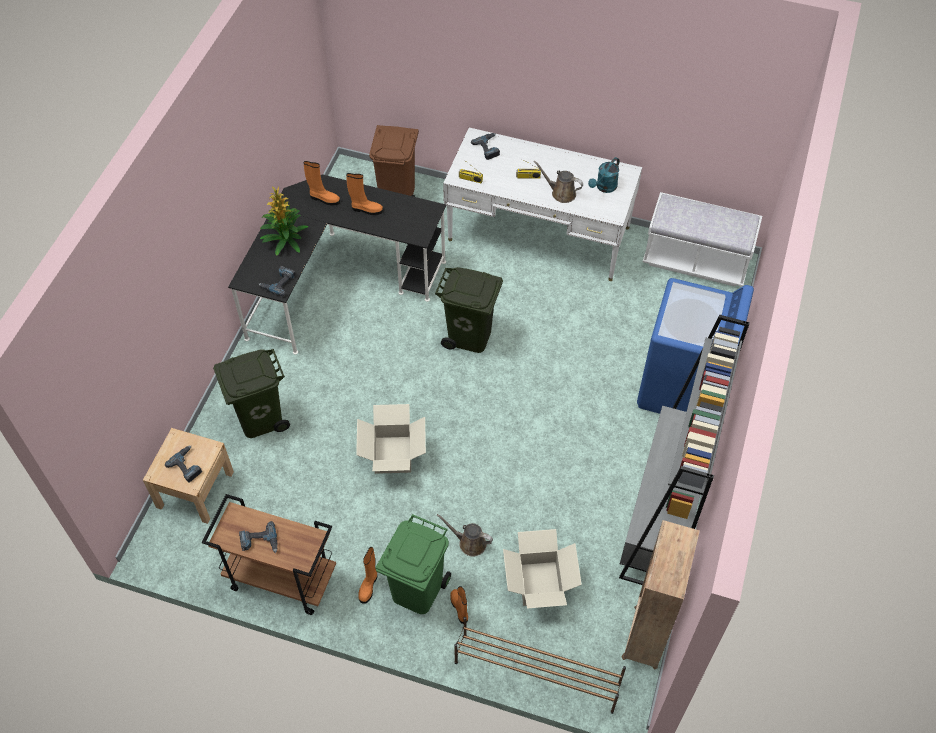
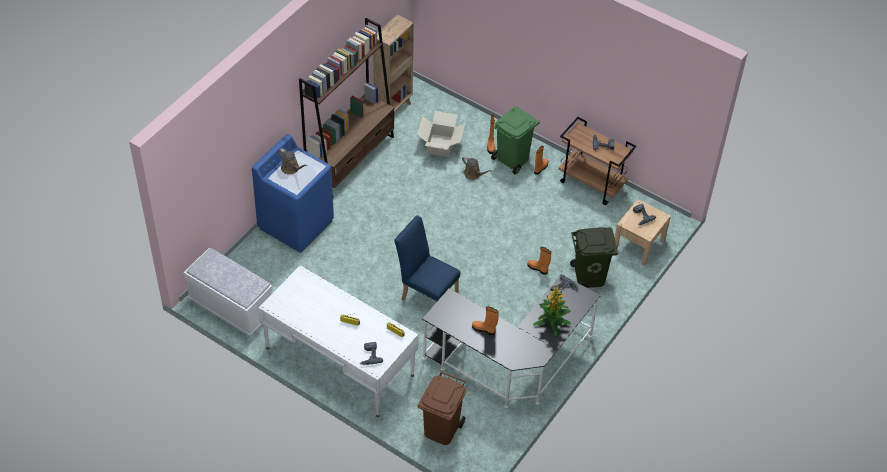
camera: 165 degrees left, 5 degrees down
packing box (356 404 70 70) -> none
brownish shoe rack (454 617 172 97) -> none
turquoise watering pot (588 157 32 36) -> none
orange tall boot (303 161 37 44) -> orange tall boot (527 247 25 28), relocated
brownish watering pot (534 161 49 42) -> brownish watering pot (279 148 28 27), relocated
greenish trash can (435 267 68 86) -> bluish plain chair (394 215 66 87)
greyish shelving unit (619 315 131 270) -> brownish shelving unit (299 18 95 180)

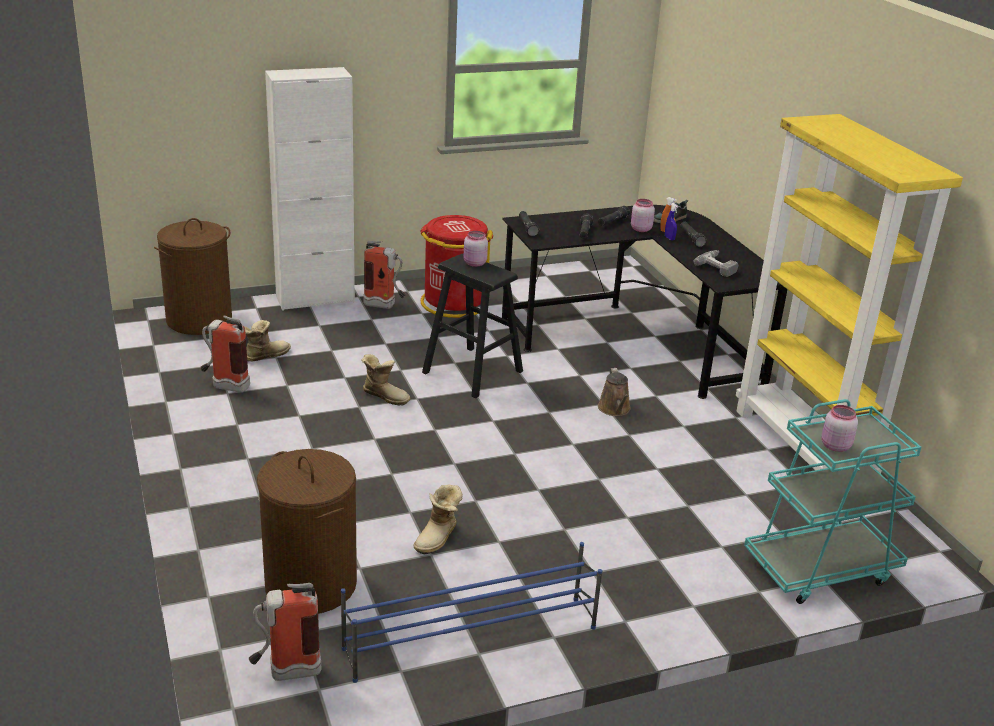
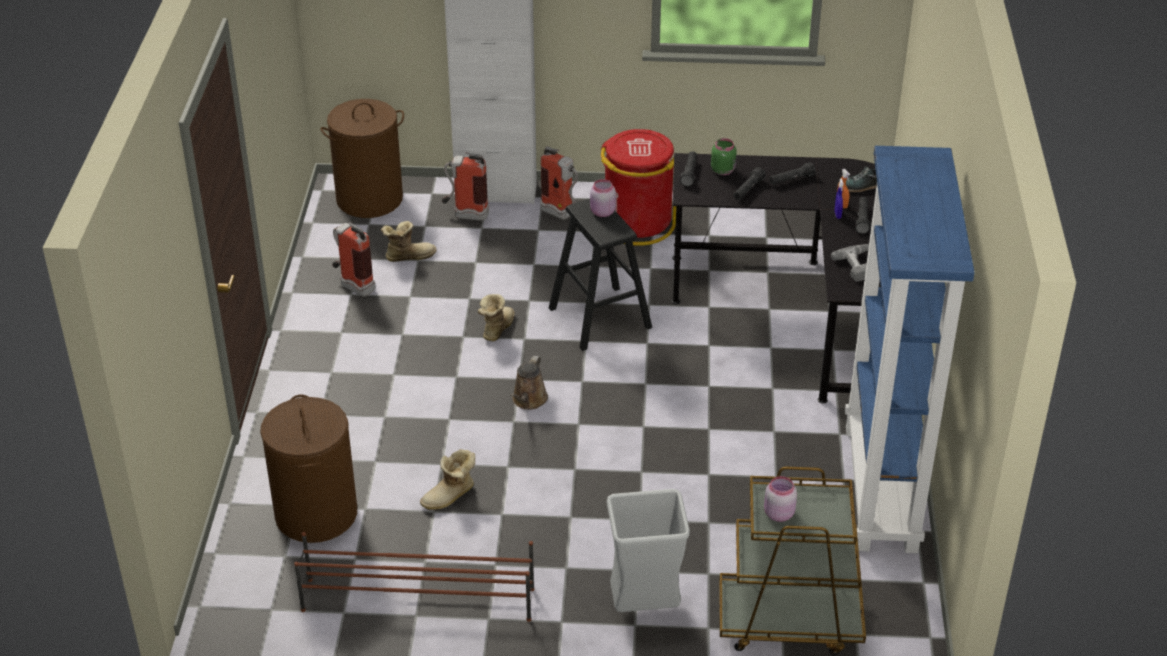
camera: 25 degrees right, 10 degrees up
pinkish storage jar (631 199 24 33) -> none
none -> greyish trash can (607 489 83 123)
none -> greenish storage jar (711 138 26 37)
fire extinguisher (249 583 72 98) -> fire extinguisher (441 152 48 69), relocated
brownish watering pot (598 368 33 48) -> brownish watering pot (510 356 38 54), relocated
bluish shoe rack (341 542 262 141) -> brownish shoe rack (294 532 240 90)
yellow-coloured shelving unit (736 114 227 360) -> bluish shelving unit (845 146 130 407)
turquoise wheeled cart (744 399 177 205) -> brownish wheeled cart (720 467 146 188)
tall boot (361 354 49 52) -> tall boot (477 294 38 47), 120 degrees counterclockwise

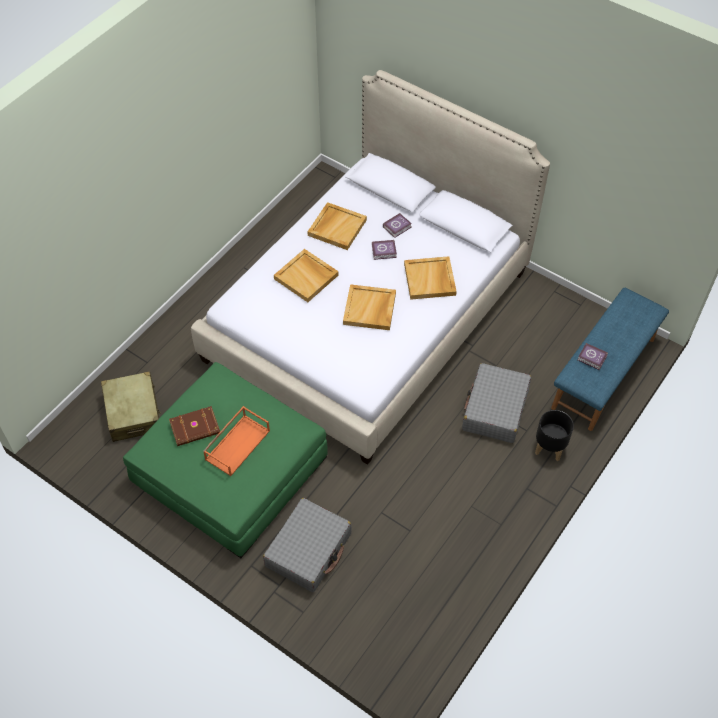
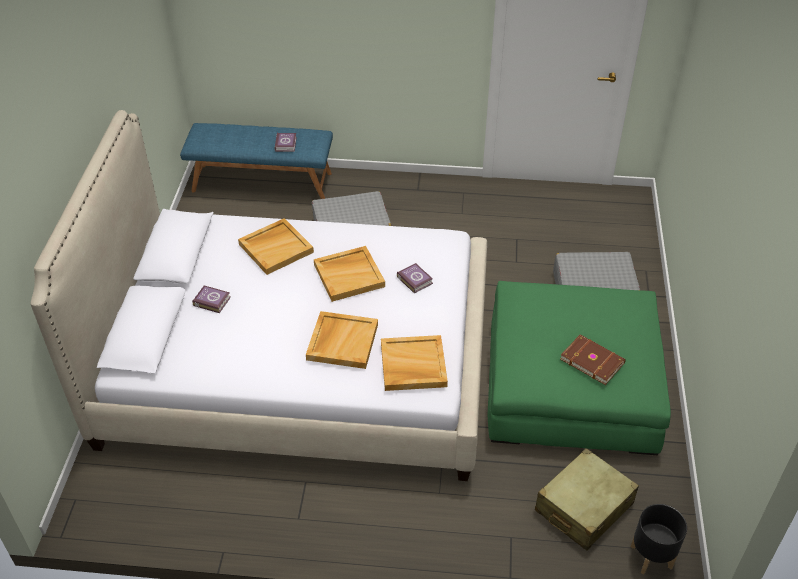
camera: 120 degrees left, 10 degrees down
orange serving tray (203 406 67 70) -> none
beige-coloured serving tray (307 202 60 48) -> beige-coloured serving tray (381 335 67 56), relocated
book (372 240 25 20) -> book (397 263 36 31), relocated
black-coloured flower pot (535 410 39 51) -> black-coloured flower pot (631 504 56 70), relocated

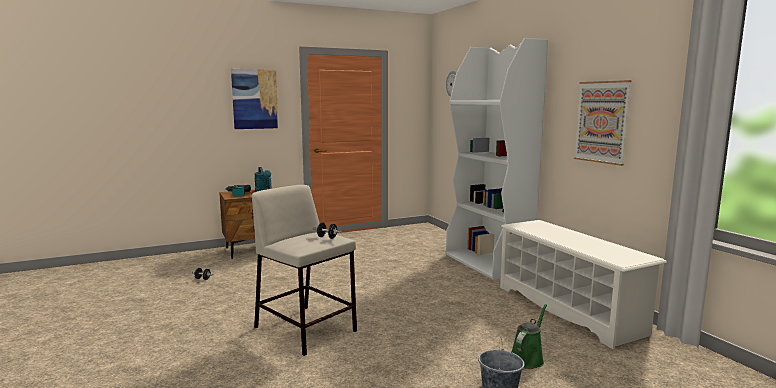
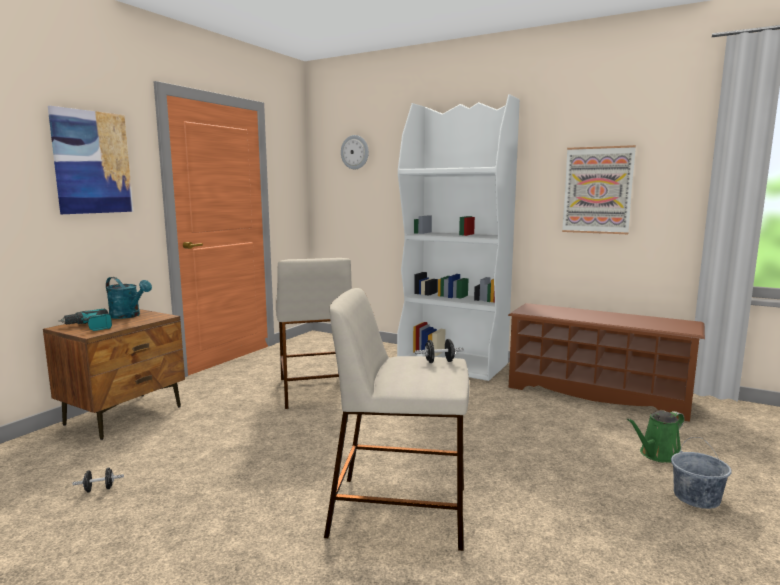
camera: 35 degrees left, 0 degrees up
none -> beige-coloured sitting stool (276 258 76 151)
white shoe rack (500 220 167 129) -> brownish shoe rack (508 303 197 119)
greenish watering pot (511 304 36 65) -> greenish watering pot (627 411 57 51), 120 degrees counterclockwise

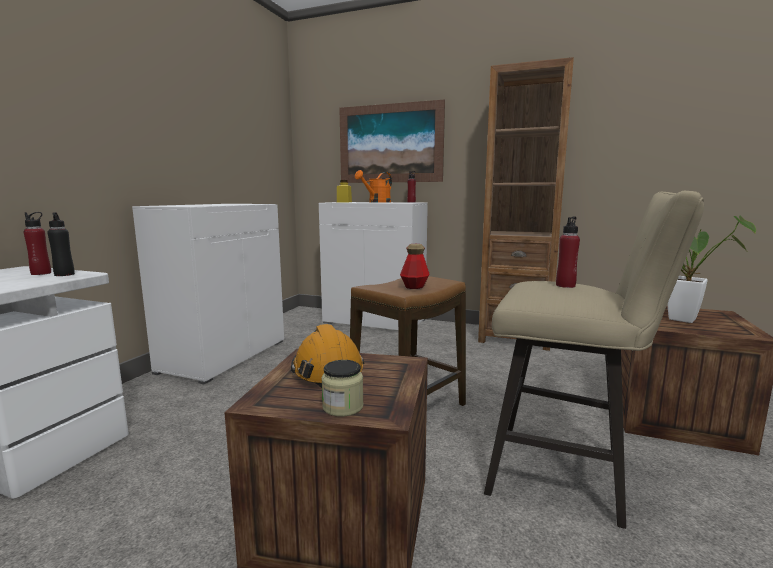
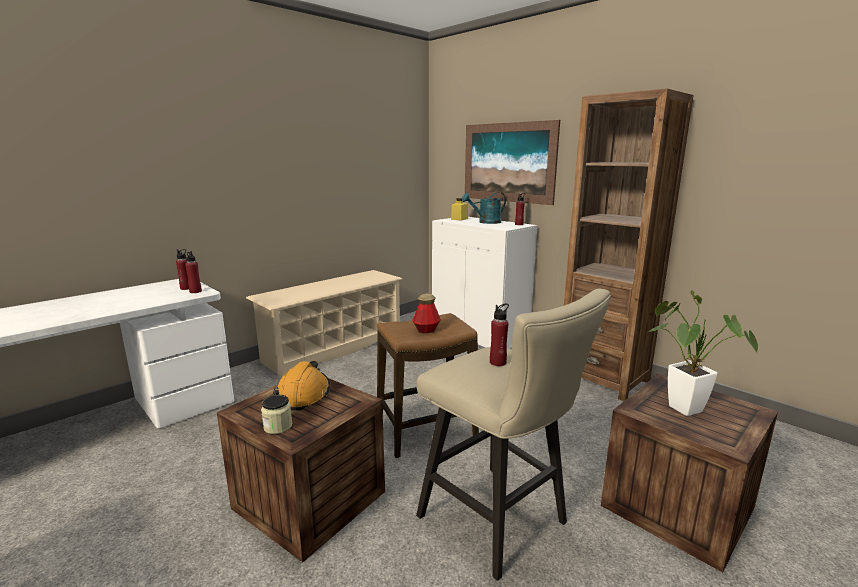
camera: 25 degrees right, 5 degrees up
white cupboard (132 204 152 180) -> beige-coloured shoe rack (246 270 156 109)
black-coloured drink bottle (47 212 28 64) -> red-coloured drink bottle (185 251 17 42)
orange watering pot (355 170 37 33) -> turquoise watering pot (462 192 44 32)

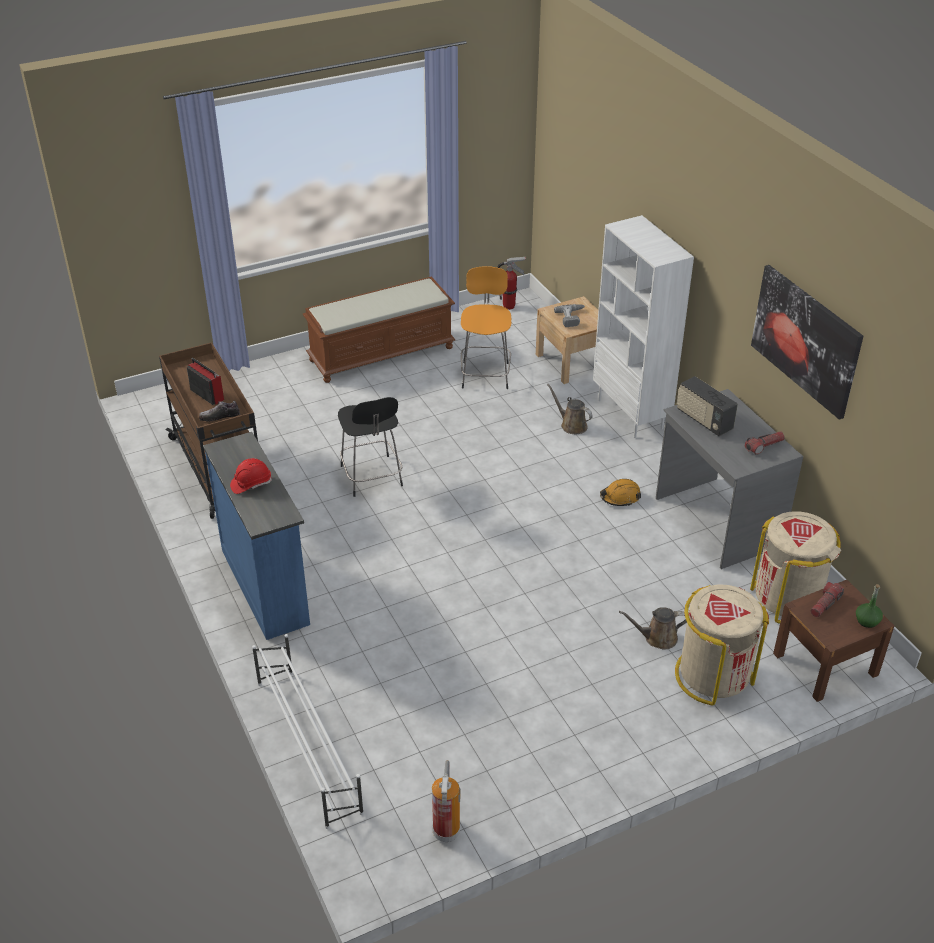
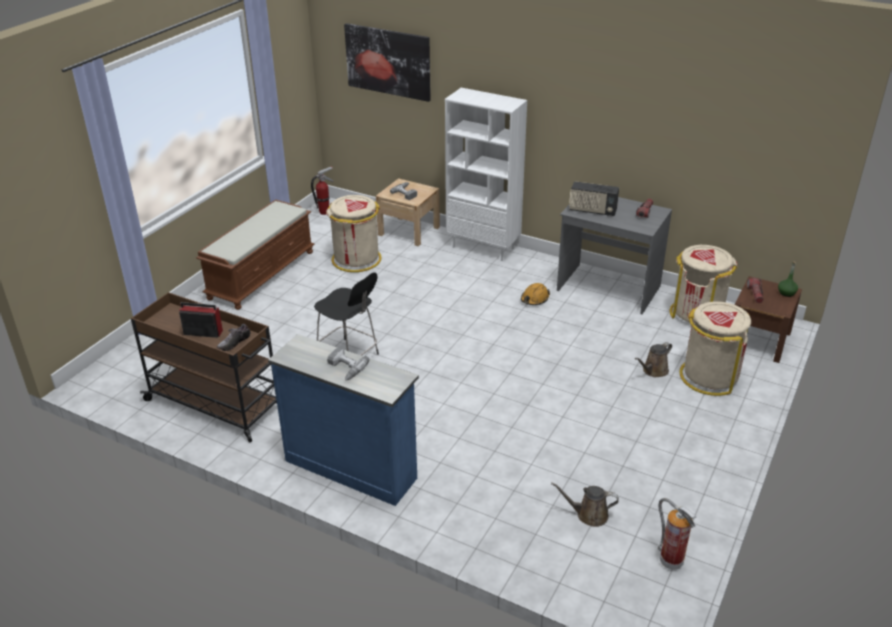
camera: 35 degrees left, 5 degrees down
white shoe rack (252 634 112 195) -> none
brownish watering pot (547 384 46 50) -> brownish watering pot (551 482 68 45), relocated
wall picture (751 265 113 155) -> wall picture (344 23 87 79), relocated
red-coloured work helmet (230 458 42 36) -> drill (327 348 43 33)
orange sitting stool (461 266 50 123) -> beige-coloured trash can (326 195 56 77)

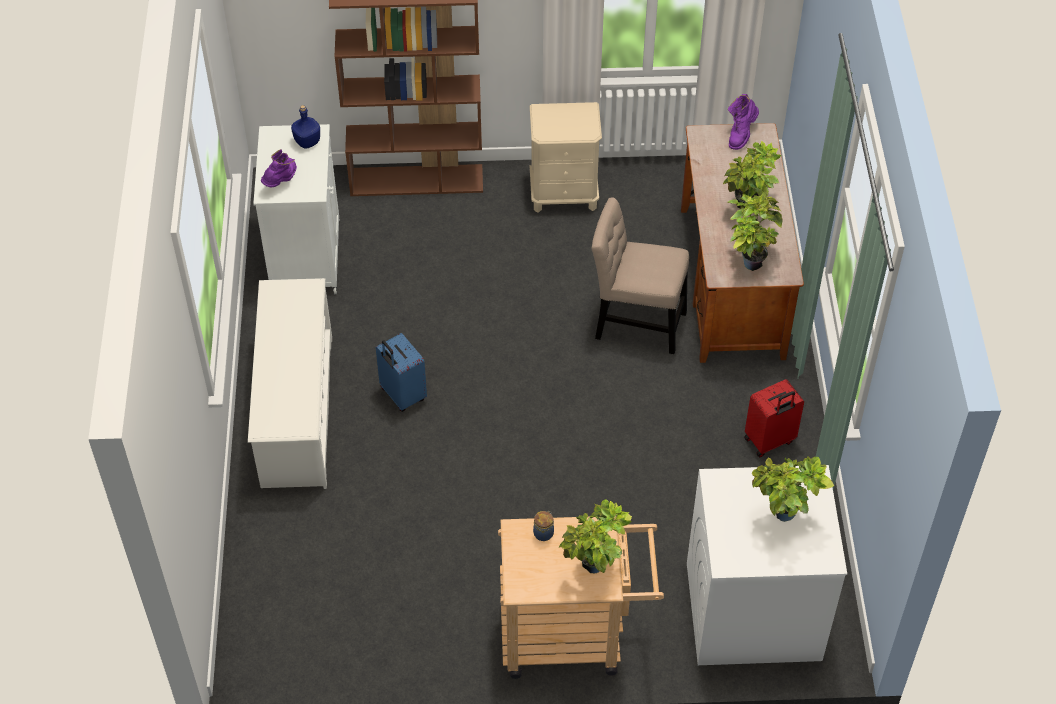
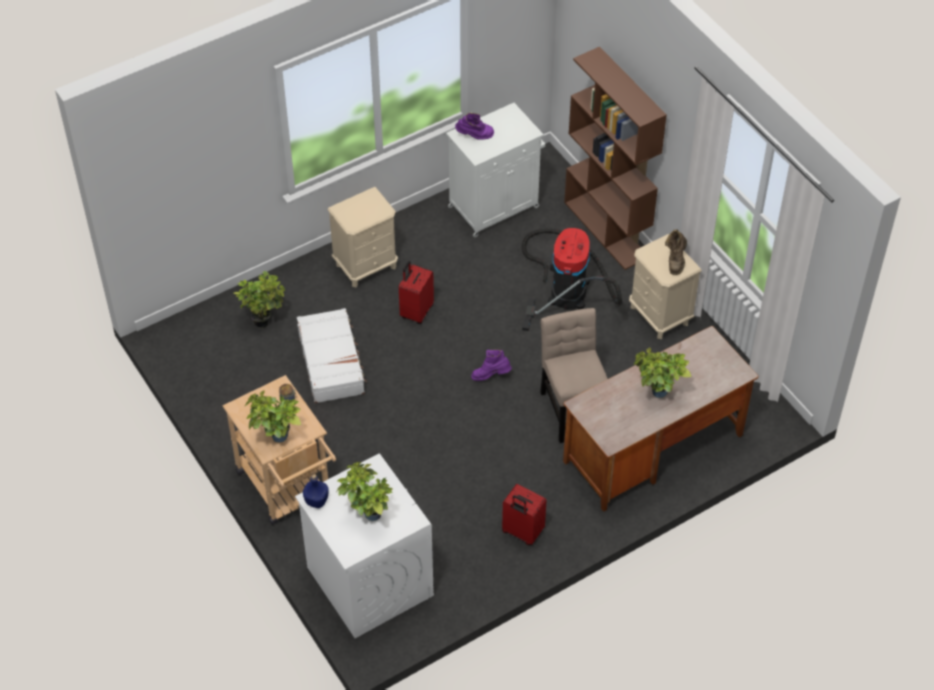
camera: 60 degrees right, 0 degrees up
none -> white suitcase (297 308 70 95)
none -> vacuum (522 228 100 103)
none -> brownish tall boot (665 229 22 46)
bluish drink bottle (291 105 29 44) -> bluish drink bottle (303 474 26 34), relocated
plant in a pot (727 191 56 80) -> plant in a pot (233 271 52 57), relocated
purplish tall boot (728 94 31 56) -> purplish tall boot (471 349 41 32), relocated
white shoe rack (248 278 84 211) -> beige-coloured nightstand (327 187 71 101)
bluish suitcase (376 333 51 79) -> red-coloured suitcase (399 261 35 63)

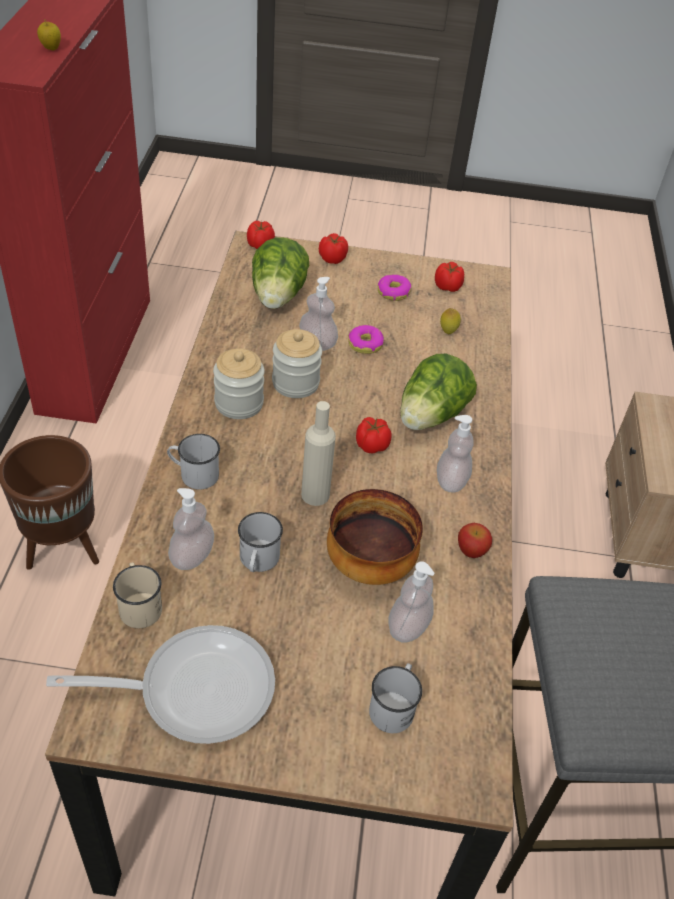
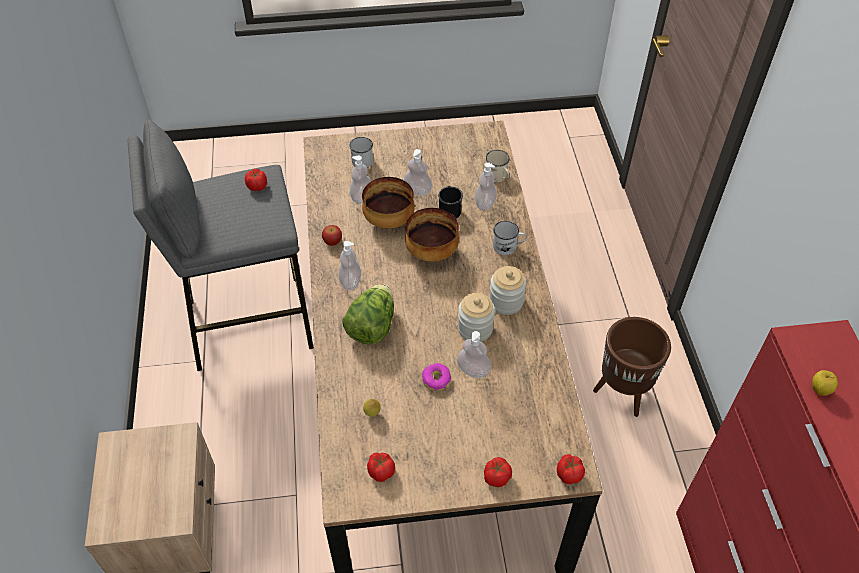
camera: 170 degrees right, 5 degrees up
skillet (46 625 229 119) -> none
lettuce (252 237 57 72) -> none
doughnut (378 275 33 26) -> none
none -> soap bottle (404 149 28 47)
whole tomato (356 417 35 36) -> whole tomato (245 169 22 22), relocated
beige-coloured drink bottle (301 401 35 105) -> bowl (405 208 54 54)
white tea mug (238 512 45 60) -> black-coloured tea mug (438 186 25 32)

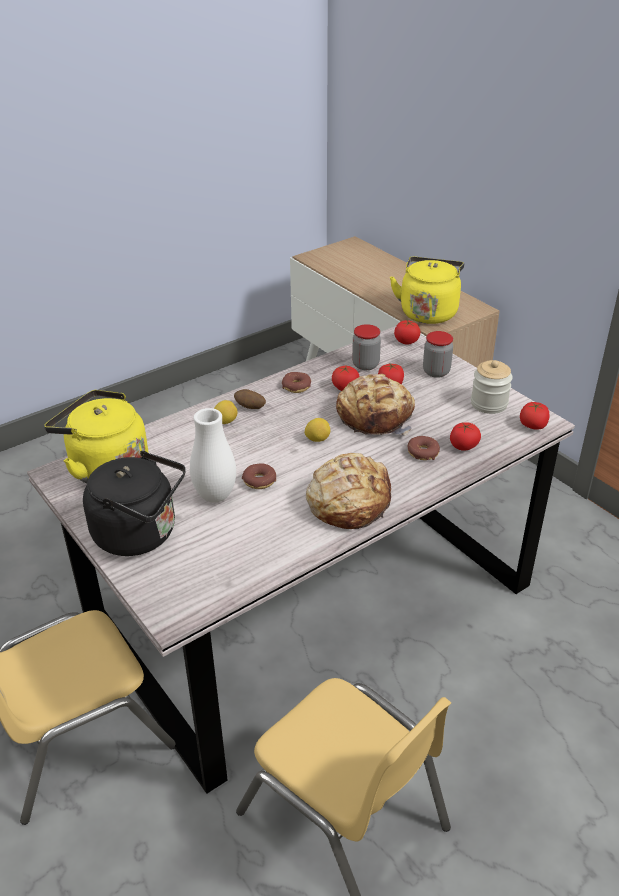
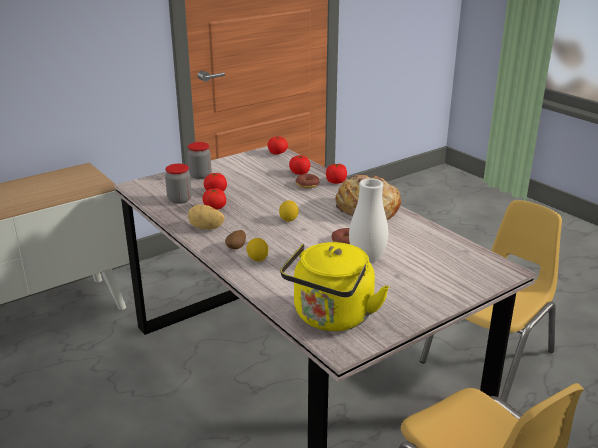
camera: 90 degrees left, 10 degrees down
black-coloured tea kettle (83 451 103 105) -> none
bakery bread (336 374 79 61) -> none
yellow-coloured tea kettle (390 257 74 67) -> none
storage jar (471 360 42 54) -> none
whole tomato (394 320 26 25) -> whole tomato (326 164 21 20), relocated
doughnut (282 372 29 21) -> spud (188 204 37 25)

